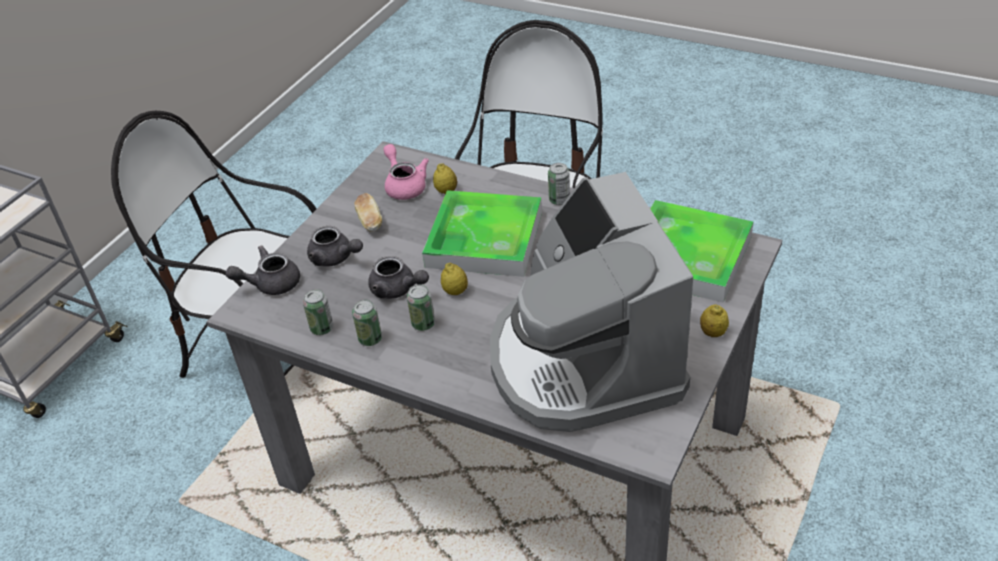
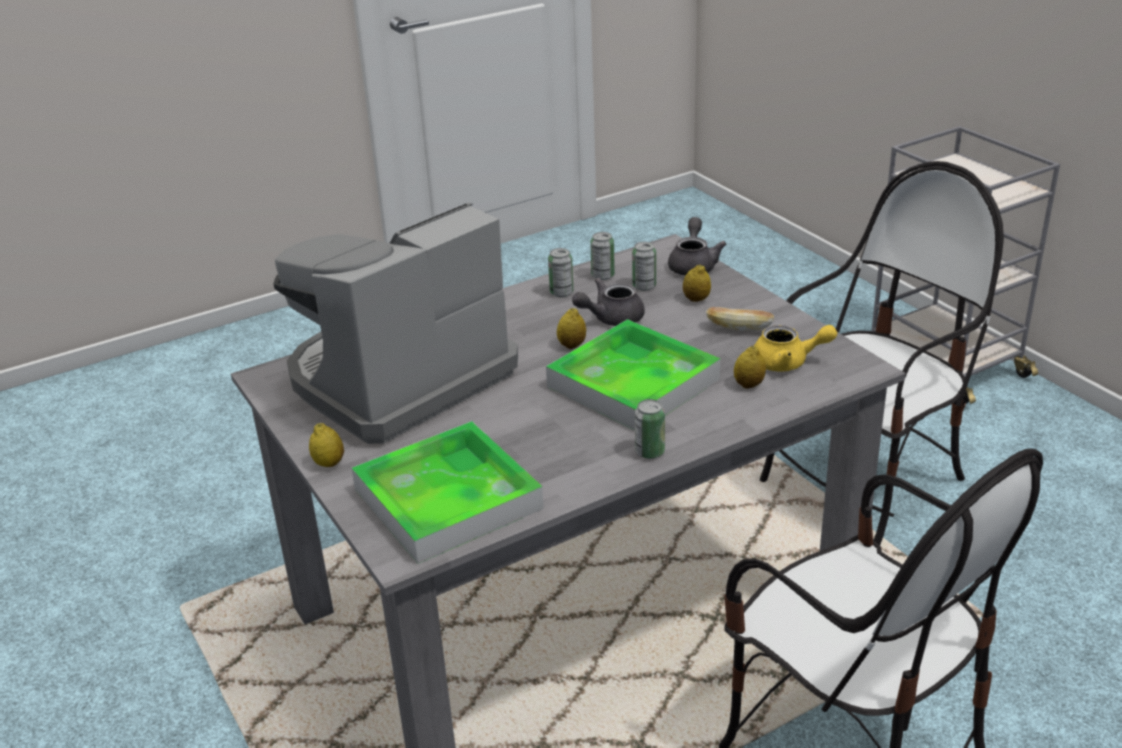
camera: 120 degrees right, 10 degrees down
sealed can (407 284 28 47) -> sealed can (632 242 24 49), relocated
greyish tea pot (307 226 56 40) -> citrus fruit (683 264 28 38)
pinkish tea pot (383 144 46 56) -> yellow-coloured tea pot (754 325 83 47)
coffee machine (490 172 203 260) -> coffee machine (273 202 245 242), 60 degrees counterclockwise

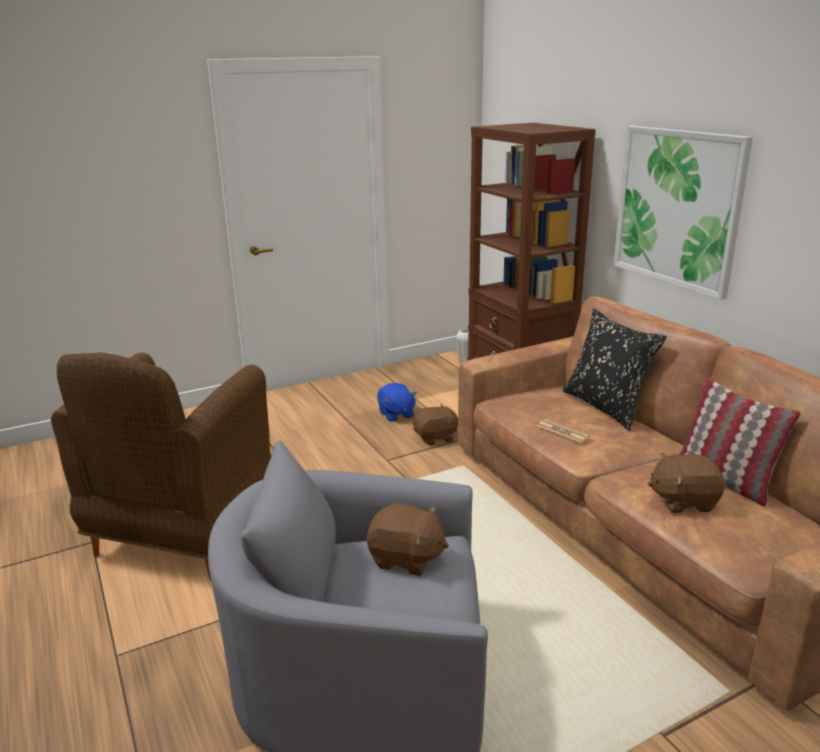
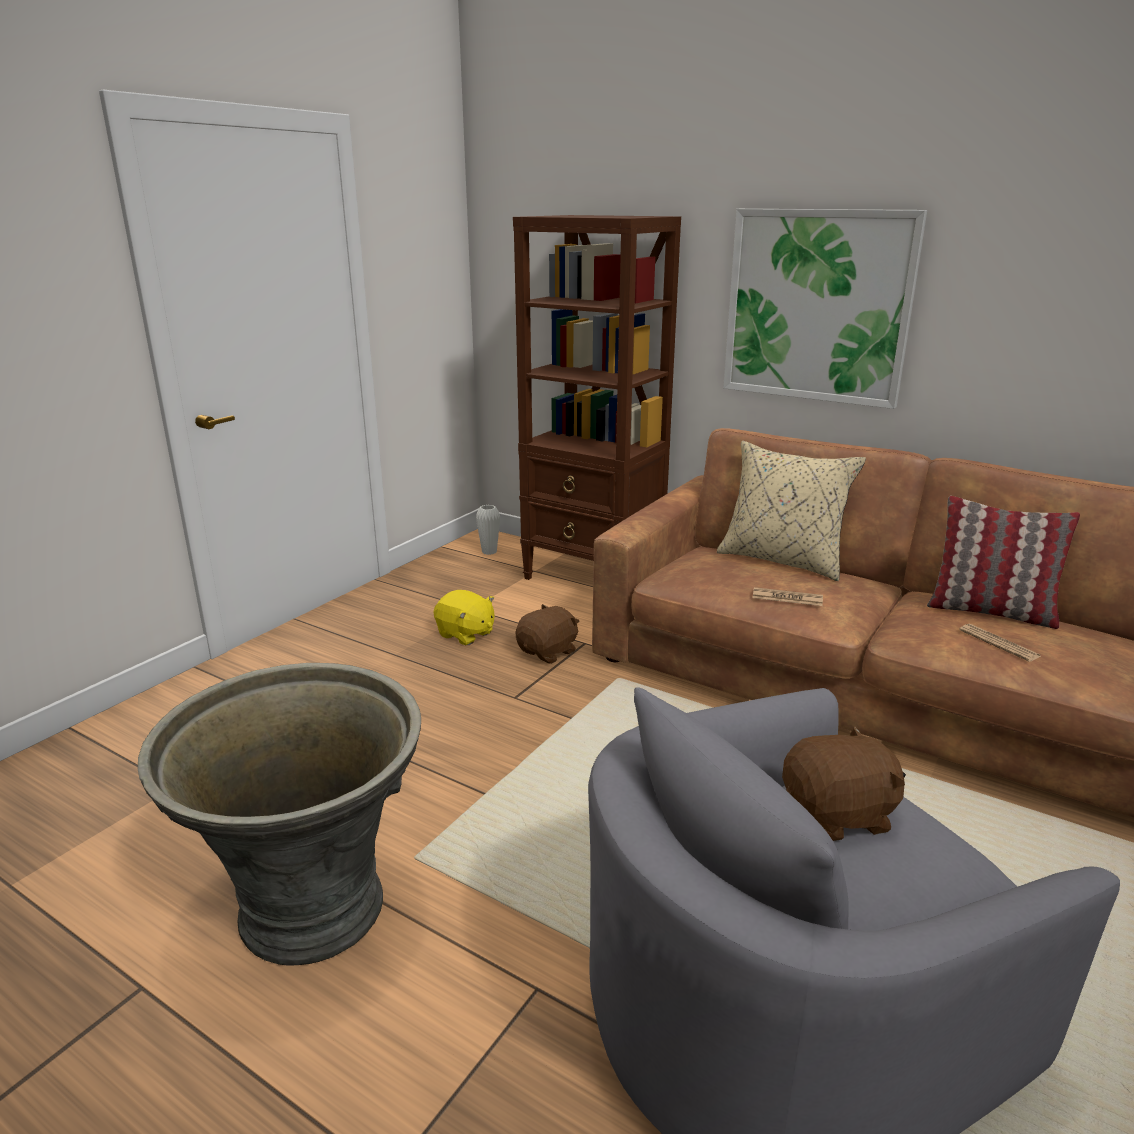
camera: 30 degrees left, 0 degrees up
brownish lounge chair (51 352 220 229) -> greyish flower pot (138 663 283 302)
brownish cuddly toy (648 453 77 60) -> printed paper (959 624 82 38)
bluish cuddly toy (377 383 40 39) -> yellow-coloured cuddly toy (434 590 61 55)
black-coloured pillow (563 308 104 123) -> beige-coloured pillow (717 441 149 140)

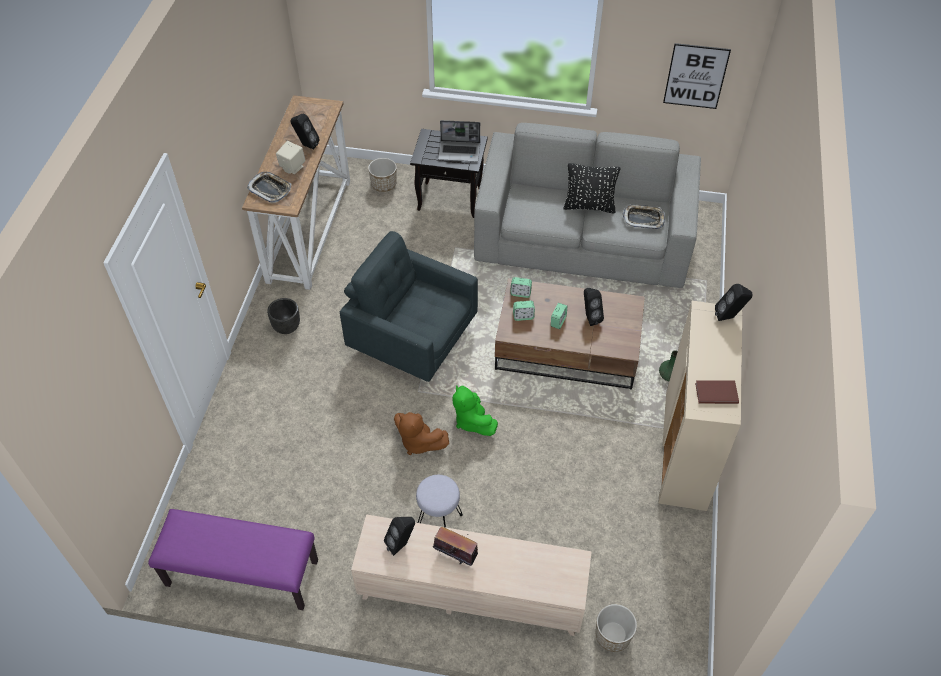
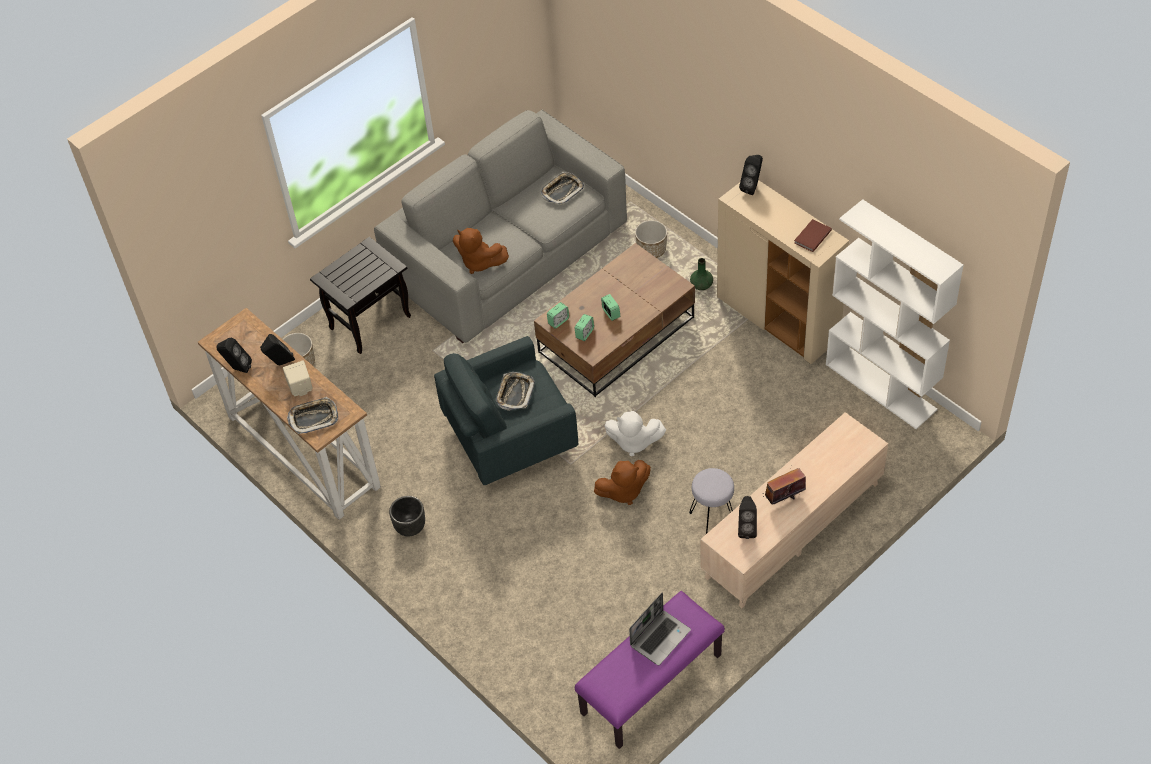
camera: 50 degrees left, 0 degrees up
black-coloured pillow (563 163 57 51) -> none
wall picture (663 43 68 66) -> none
none -> brownish cuddly toy (453 228 56 46)
none -> serving tray (496 372 39 39)
none -> white shelving unit (826 199 138 230)
laptop (438 120 42 42) -> laptop (629 593 62 72), relocated
black-coloured loudspeaker (584 288 20 38) -> black-coloured loudspeaker (216 338 36 35), relocated
flower pot (596 604 41 48) -> flower pot (635 220 32 38), relocated
greenish cuddly toy (452 385 46 51) -> white cuddly toy (604 411 62 45)

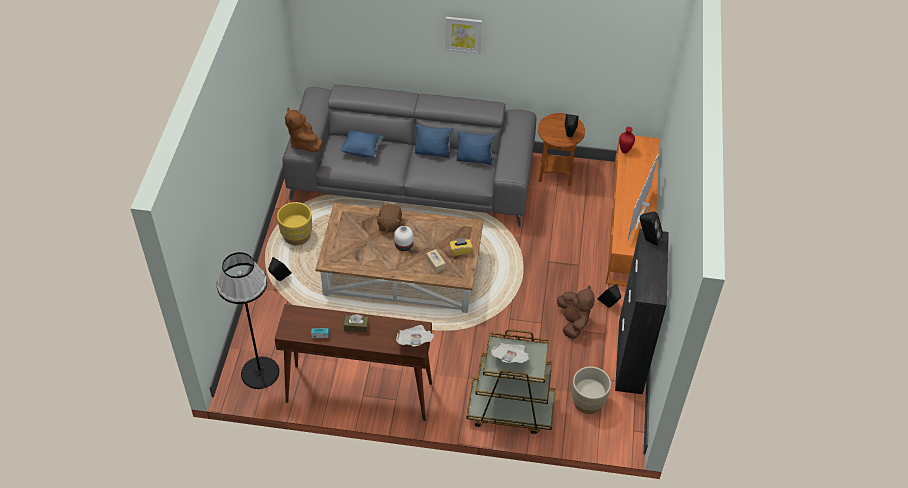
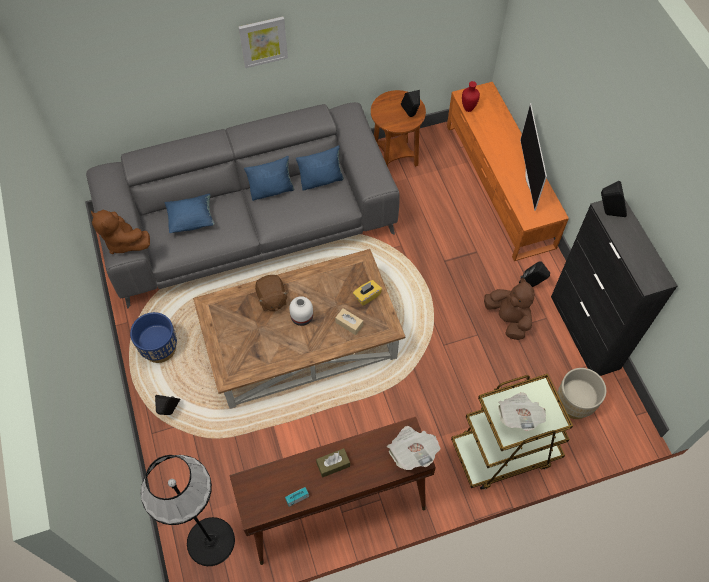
camera: 25 degrees left, 10 degrees up
yellow-coloured flower pot (277 202 35 43) -> bluish flower pot (130 312 47 51)

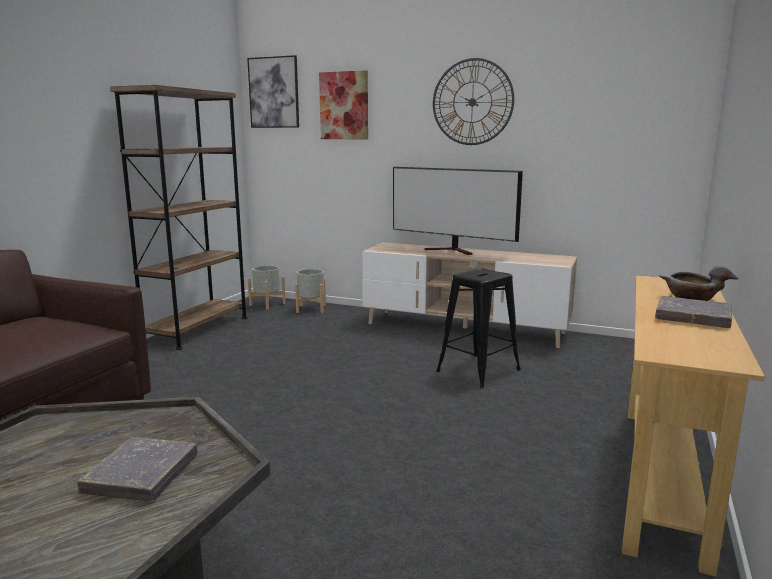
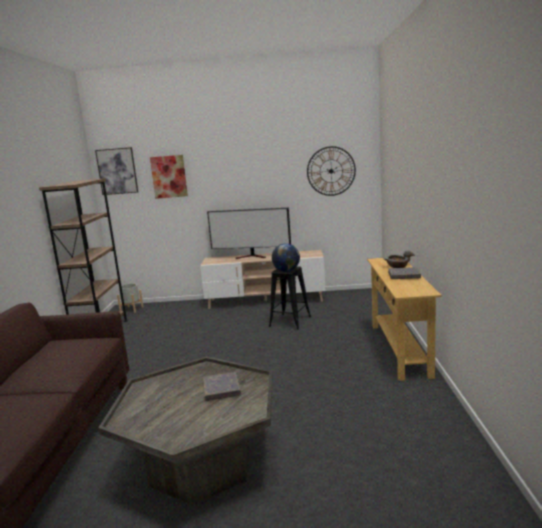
camera: 20 degrees left, 0 degrees up
greyish flower pot (295 269 31 44) -> none
none -> globe (272 243 28 29)
clock on the wall (433 58 81 87) -> clock on the wall (307 146 49 50), relocated

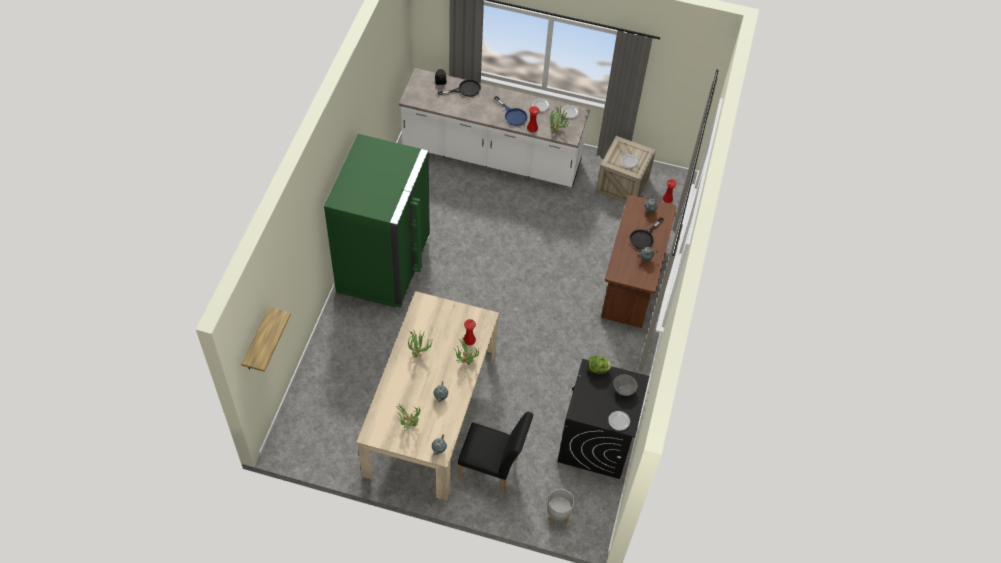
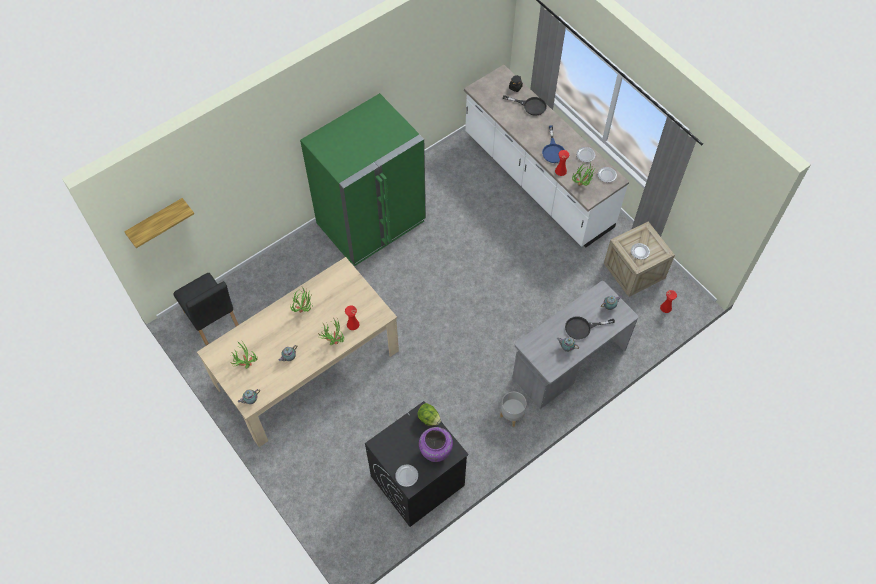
camera: 40 degrees right, 5 degrees up
black-coloured plain chair (458 412 75 82) -> black-coloured plain chair (173 273 66 72), relocated
greyish flower pot (547 489 27 35) -> greyish flower pot (500 392 27 35), relocated
greyish bowl (614 375 23 21) -> purplish decorative vase (419 427 34 35)
brownish desk (601 195 75 133) -> greyish desk (512 281 126 128)

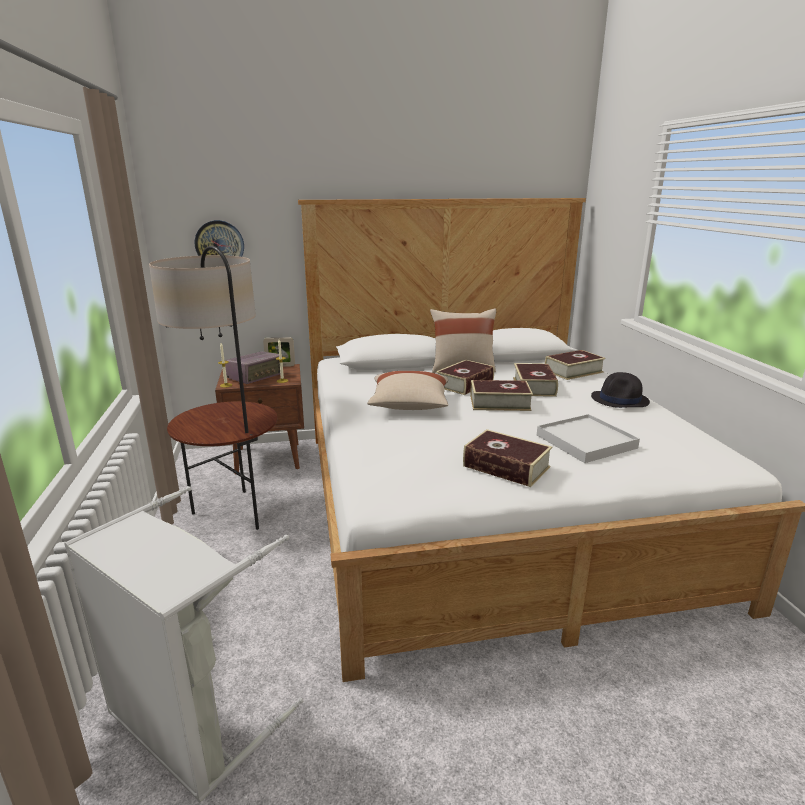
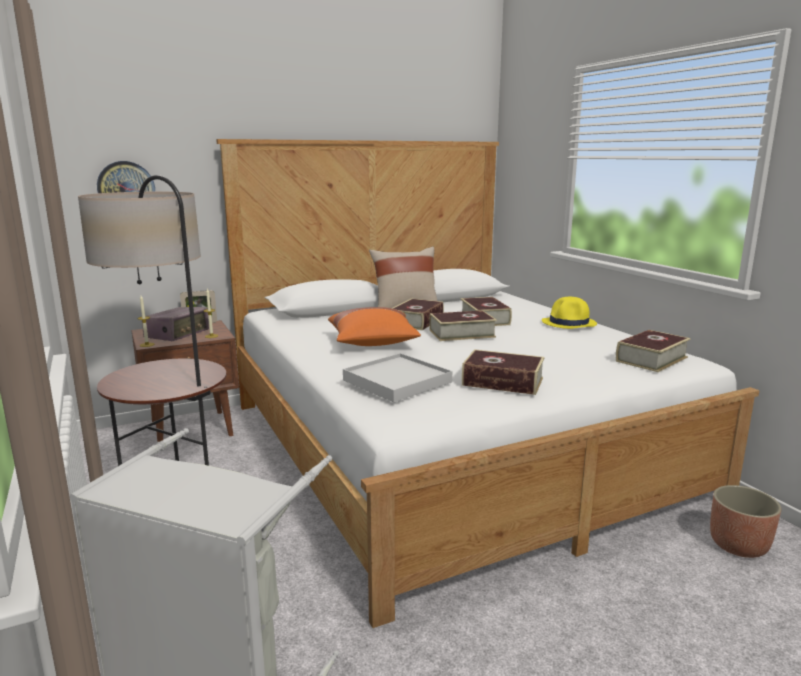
camera: 15 degrees left, 5 degrees down
none -> flower pot (710 485 72 73)
white serving tray (537 414 103 49) -> white serving tray (343 353 109 49), relocated
book (545 350 61 30) -> book (616 330 75 42), relocated
beige-coloured pillow (367 371 81 39) -> orange pillow (328 307 93 39)
black-coloured hat (591 372 59 36) -> yellow-coloured hat (542 297 55 32)

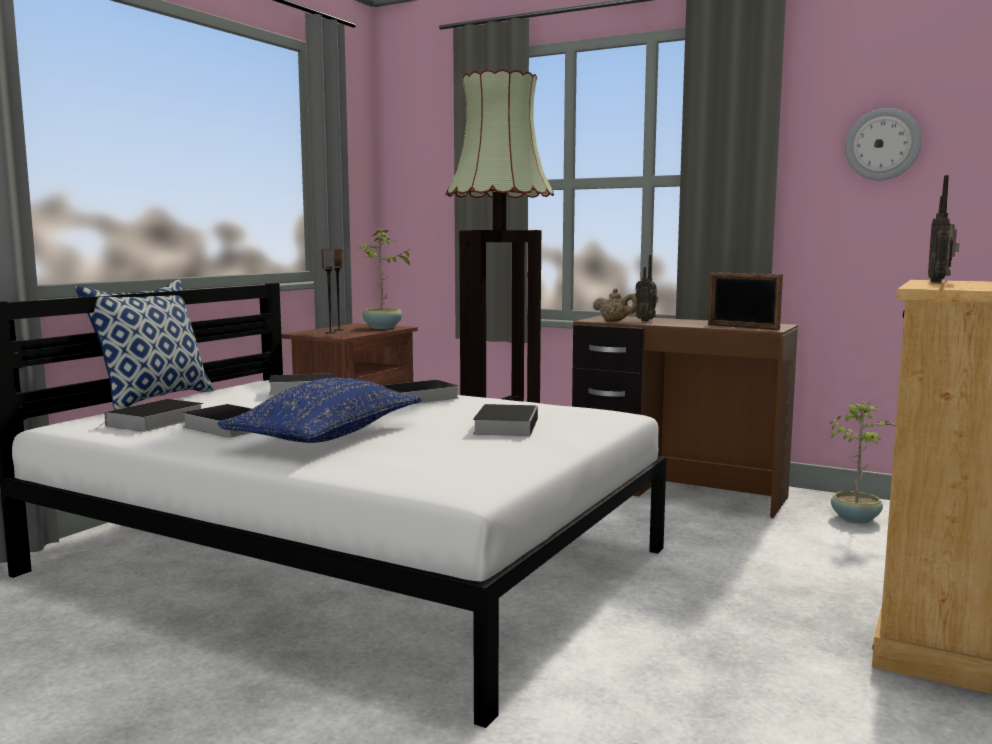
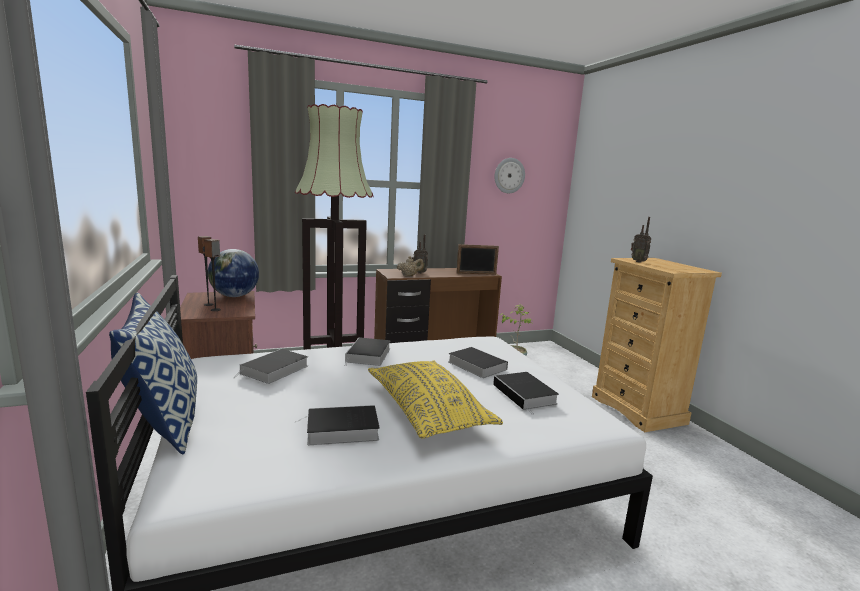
camera: 50 degrees left, 5 degrees up
book (97 399 106 33) -> book (493 372 66 43), relocated
plant in a pot (359 229 55 100) -> globe (208 249 51 48)
bluish pillow (217 378 204 65) -> yellow-coloured pillow (368 360 135 79)

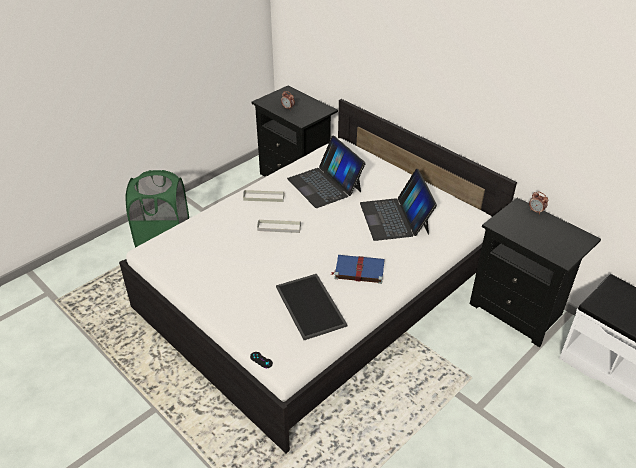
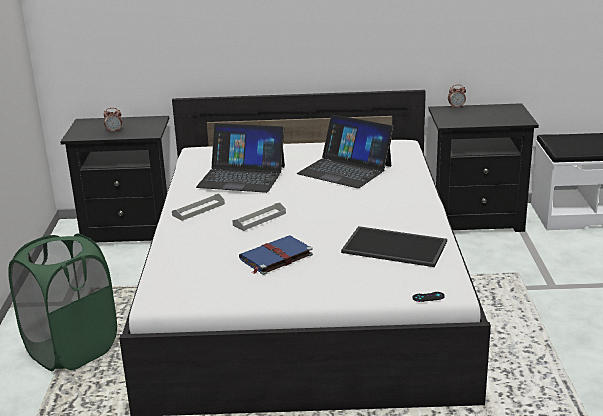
camera: 45 degrees left, 15 degrees down
bluish book (330 255 55 29) -> bluish book (239 236 74 39), relocated

